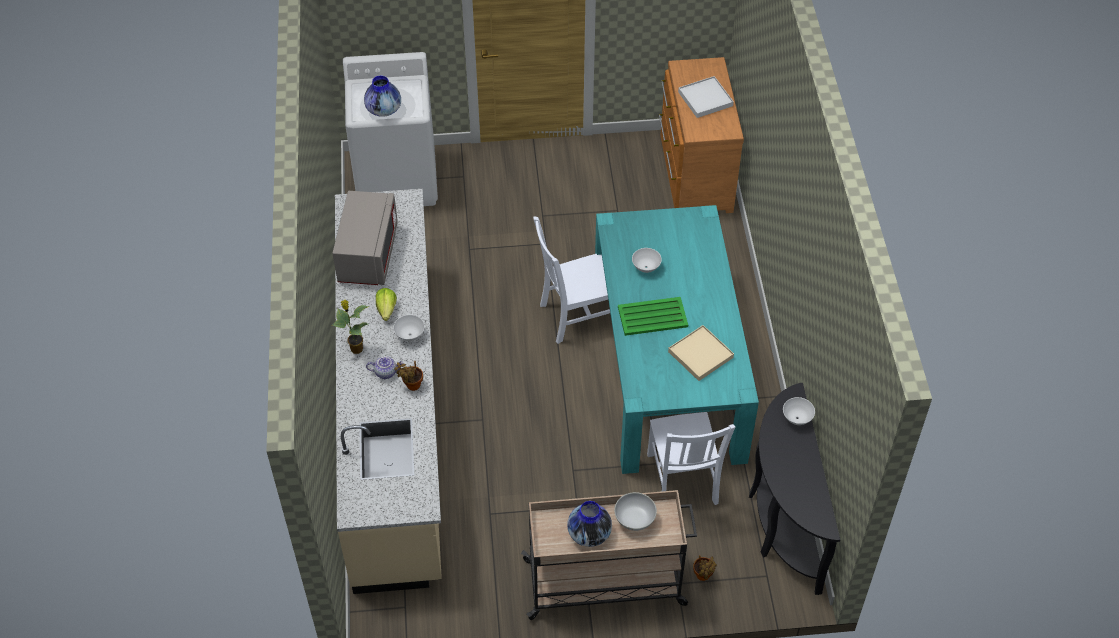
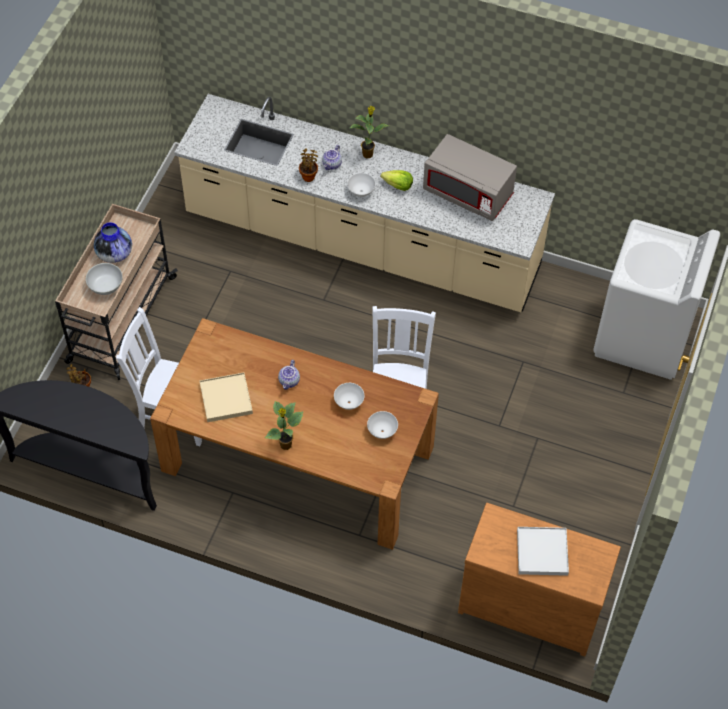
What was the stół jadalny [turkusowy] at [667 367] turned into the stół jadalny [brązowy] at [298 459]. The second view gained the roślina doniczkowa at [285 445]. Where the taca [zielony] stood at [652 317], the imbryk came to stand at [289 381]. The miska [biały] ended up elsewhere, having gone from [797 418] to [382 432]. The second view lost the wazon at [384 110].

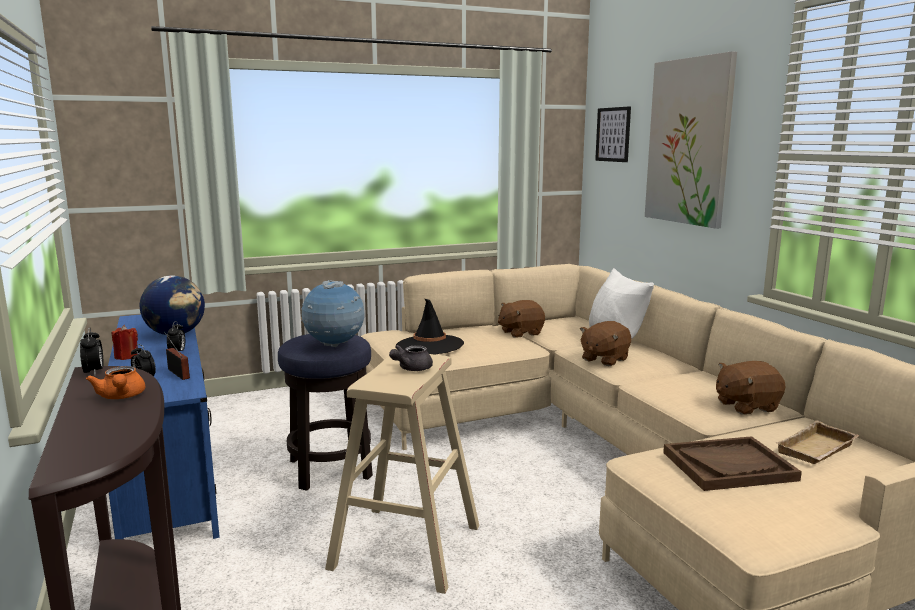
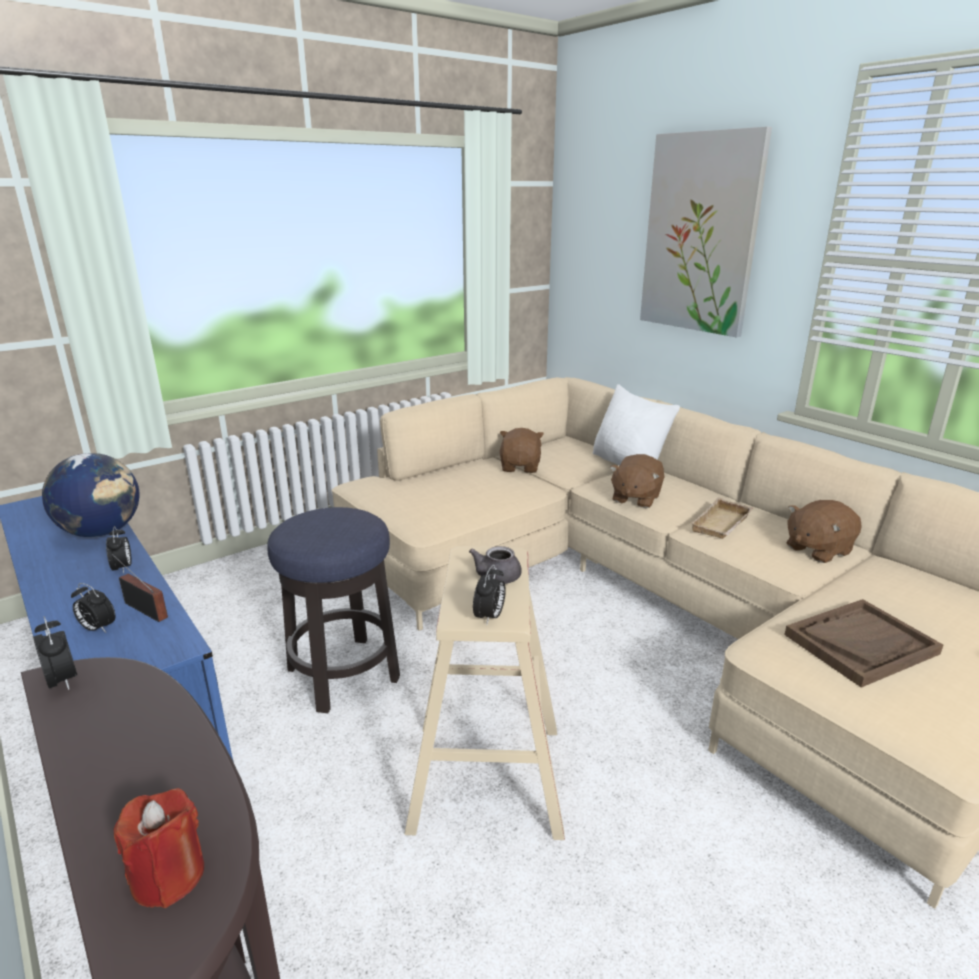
The świeca [czerwony] ended up elsewhere, having gone from [126 356] to [168 876]. The second view gained the budzik at [489 617]. The pluszak [brązowy] at [520 333] ended up facing another way, 135 degrees clockwise from before. The taca [beżowy] ended up elsewhere, having gone from [818 450] to [722 525]. The second view lost the imbryk [pomarańczowy] at [121 397]. The second view lost the globus at [334 346]. The second view lost the kapelusz [czarny] at [429 345]. The second view lost the obraz at [613 134].

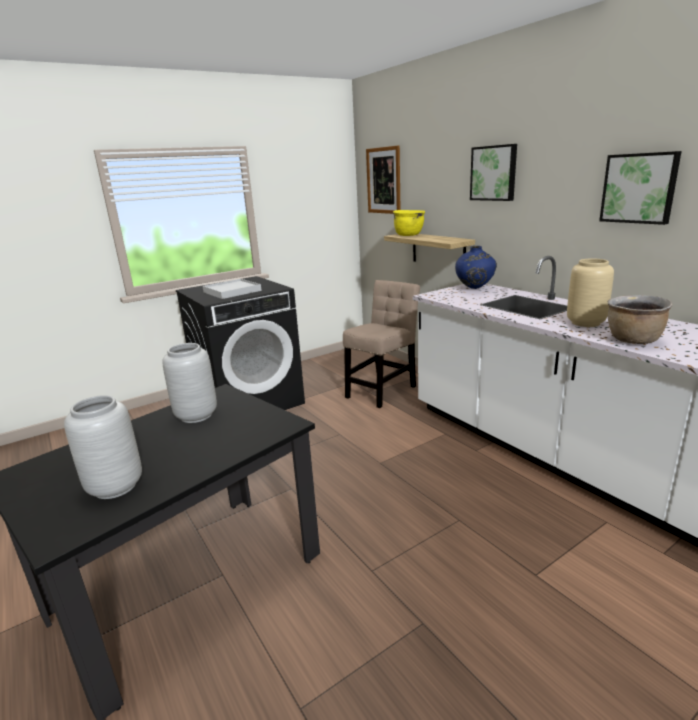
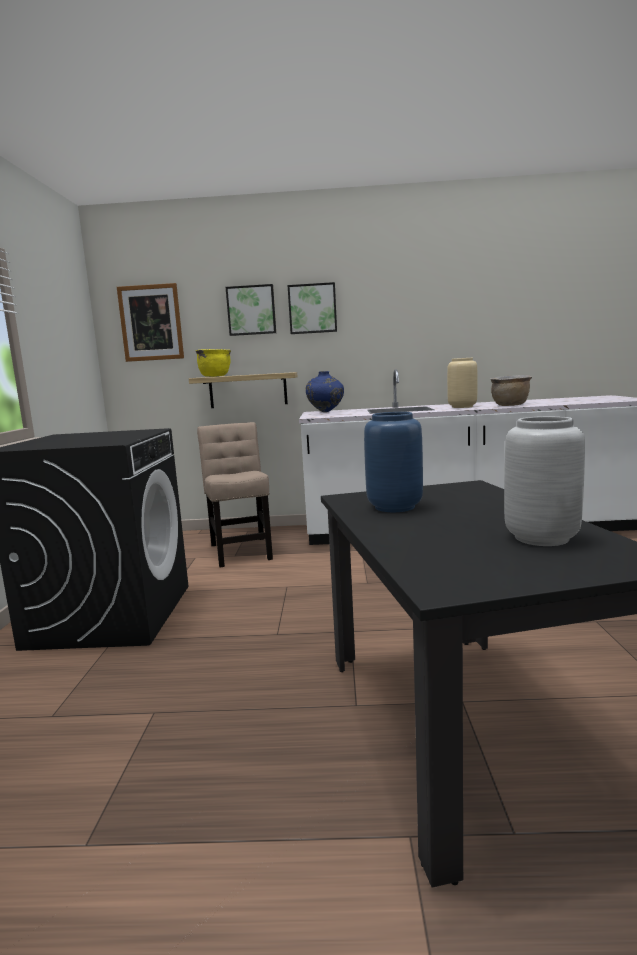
The obraz ended up elsewhere, having gone from [639 188] to [251 310]. What was the wazon [szary] at [197 415] turned into the wazon [niebieski] at [395 507]. The second view lost the taca [biały] at [232 291].

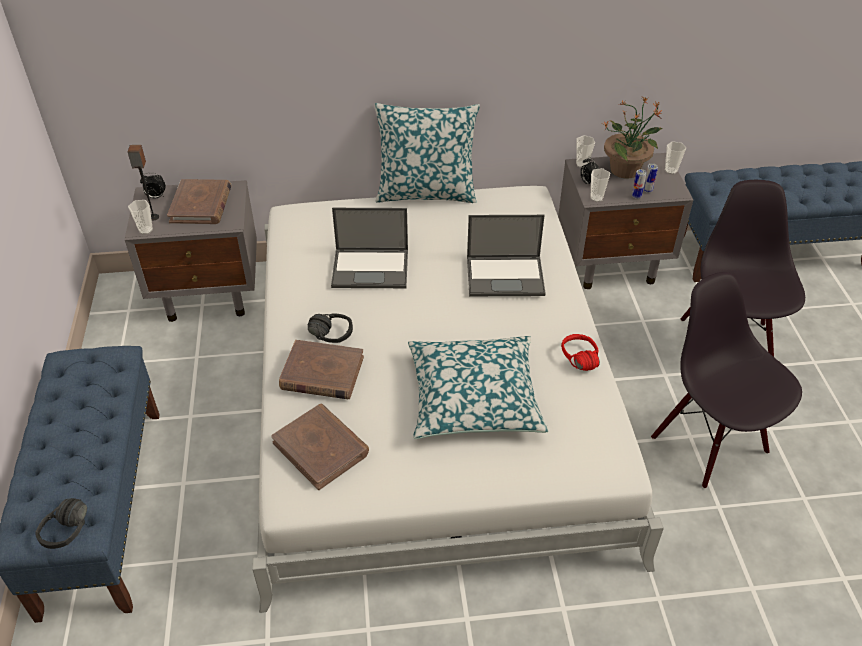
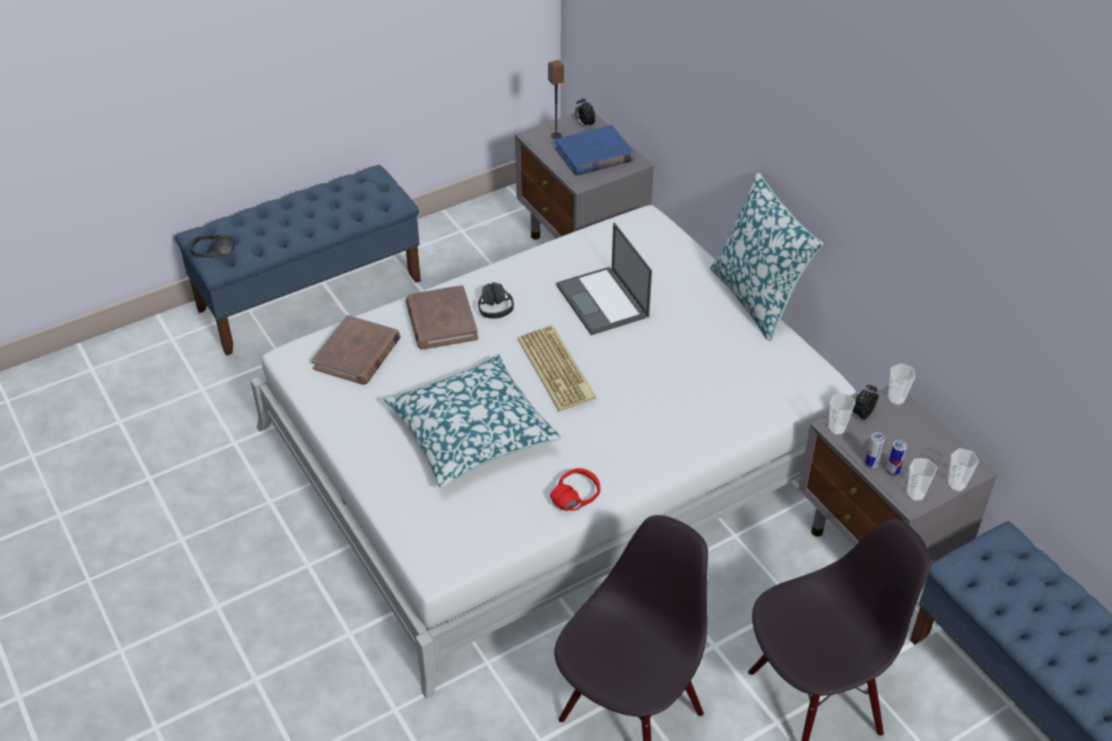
The second view gained the klawiatura at [558 369]. What was the książka [brązowy] at [201 205] turned into the książka [niebieski] at [594 154]. The filiżanka ended up elsewhere, having gone from [146 230] to [915 495]. The second view lost the laptop at [506 276]. The second view lost the roślina doniczkowa at [626 170].

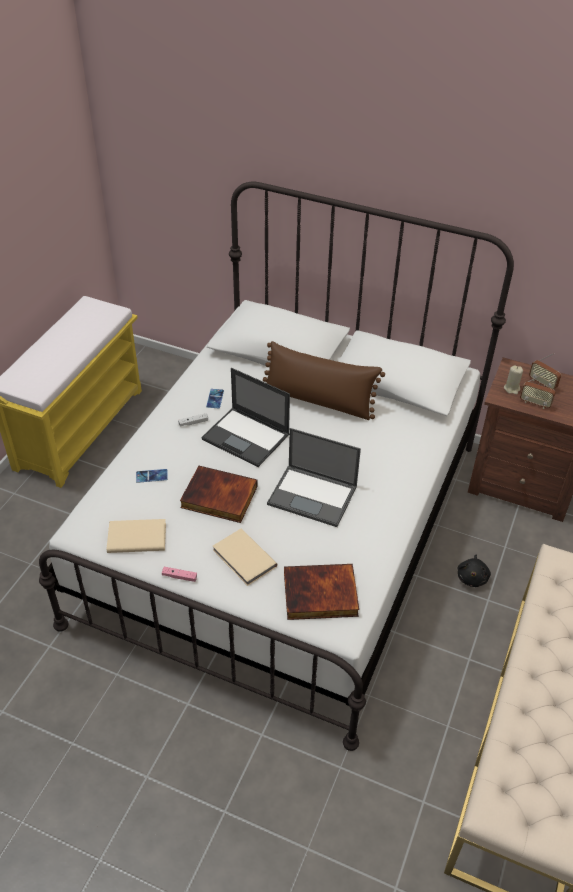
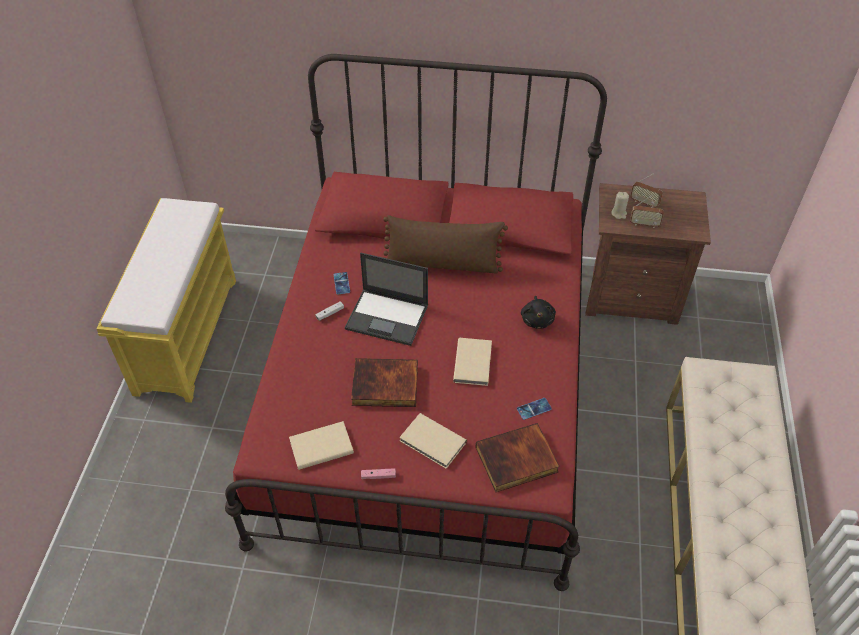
What was the łóżko [biały] at [285 529] turned into the łóżko [czerwony] at [429 392]. Where the laptop stood at [313 495], the książka [beżowy] came to stand at [474 362]. The telefon ended up elsewhere, having gone from [151 476] to [534 409]. The pluszak [czarny] ended up elsewhere, having gone from [472 577] to [537 319].

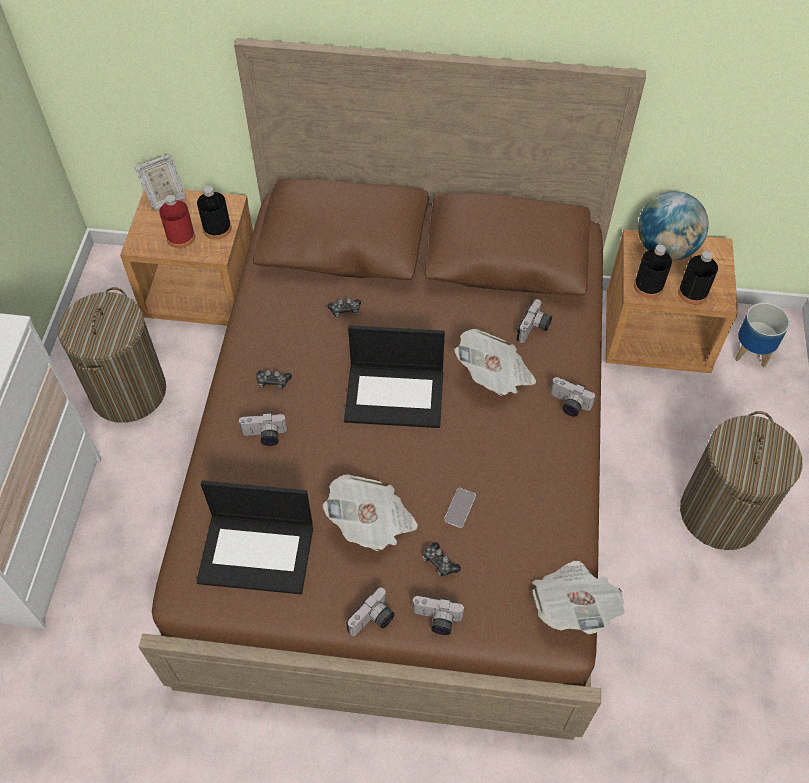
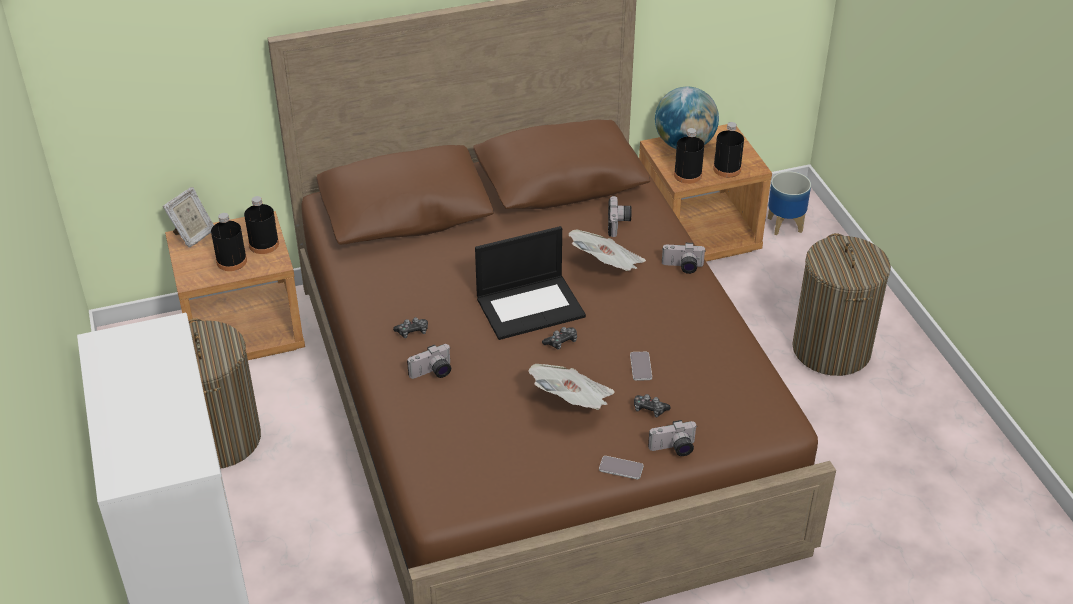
What was the butelka [czerwony] at [181 237] turned into the butelka [czarny] at [231 261]. The pad do gier ended up elsewhere, having gone from [345 310] to [561 342]. Where the aparat fotograficzny stood at [373 621], the telefon came to stand at [621 468]. The second view lost the laptop at [258 552]. The second view lost the gazeta at [573 605].

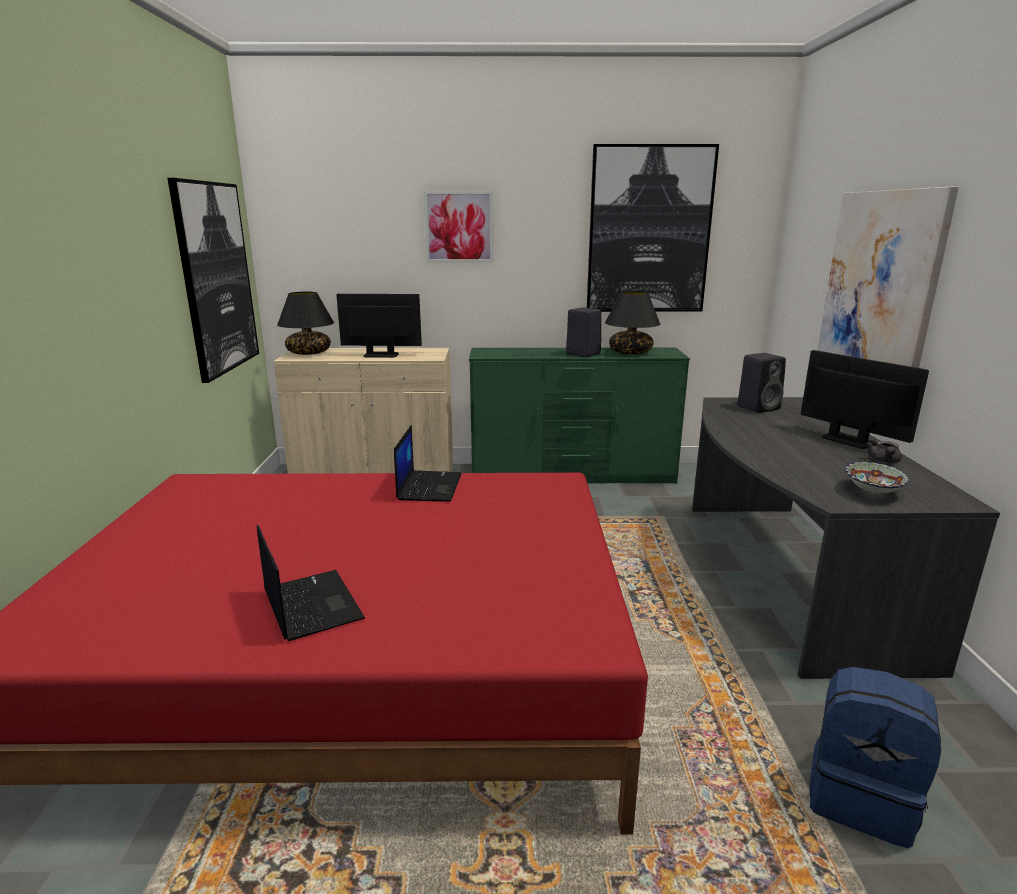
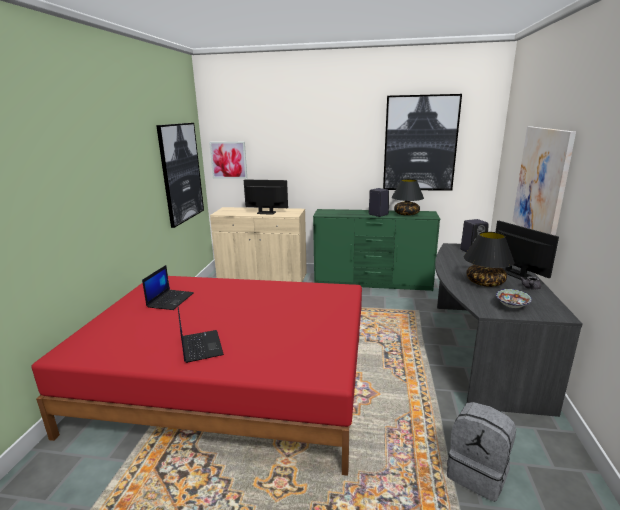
The laptop ended up elsewhere, having gone from [429 486] to [170 300]. The obraz ended up elsewhere, having gone from [459 227] to [228 160]. What was the plecak [niebieski] at [861 797] turned into the plecak [szary] at [478 473]. The lampa stołowa [czarny] ended up elsewhere, having gone from [308 353] to [484 282].

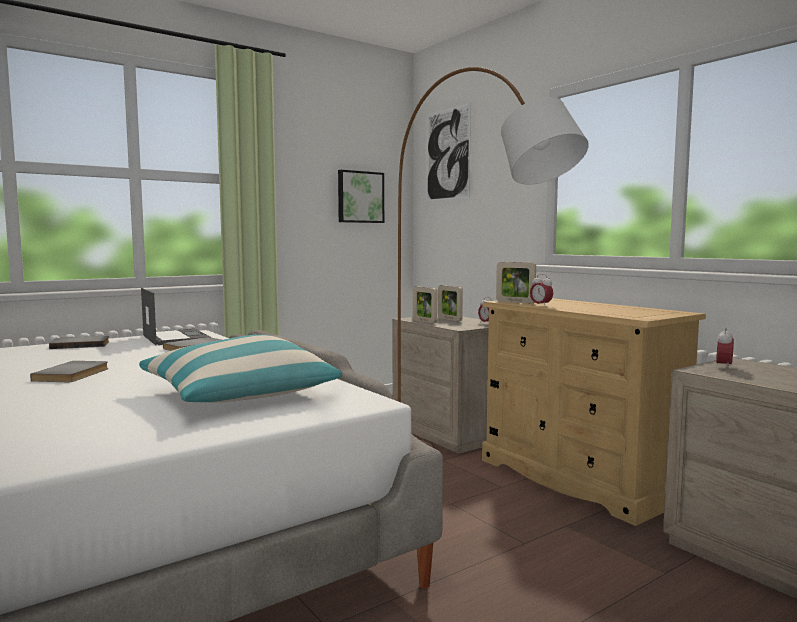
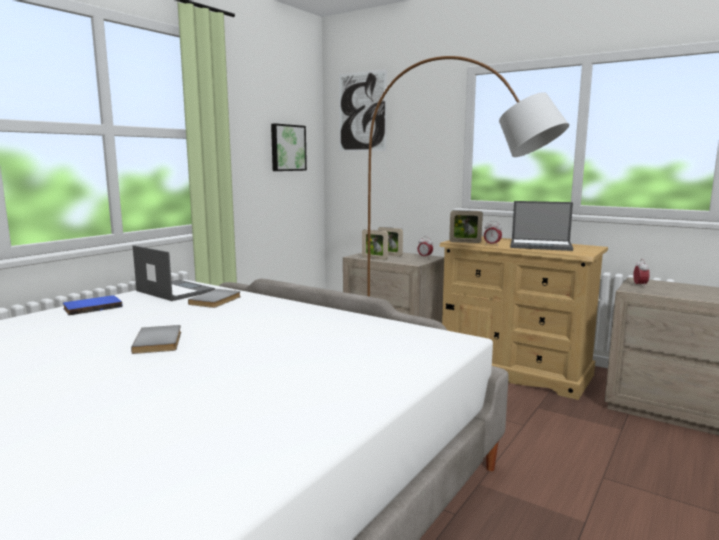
What was the książka [szary] at [81 345] turned into the książka [niebieski] at [92 307]. The second view gained the laptop at [541 245]. The second view lost the poduszka at [240 394].

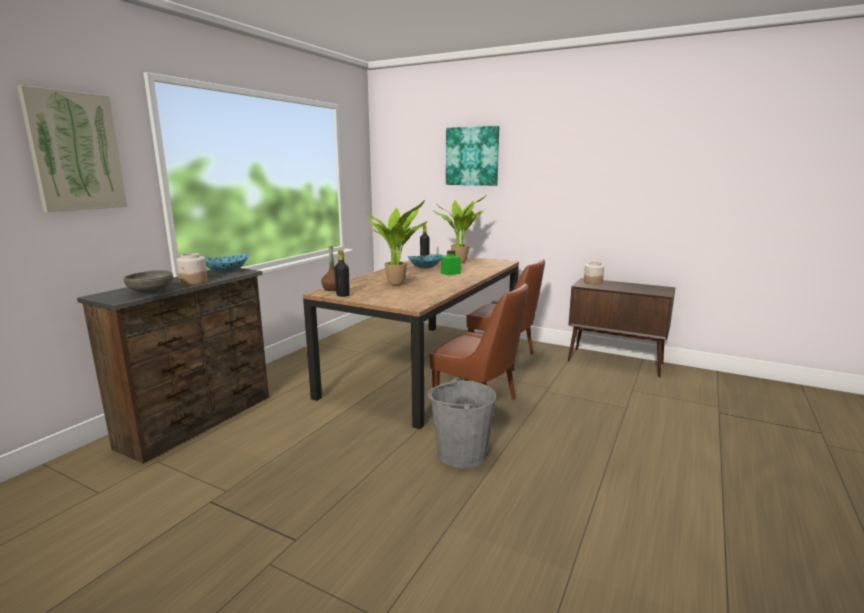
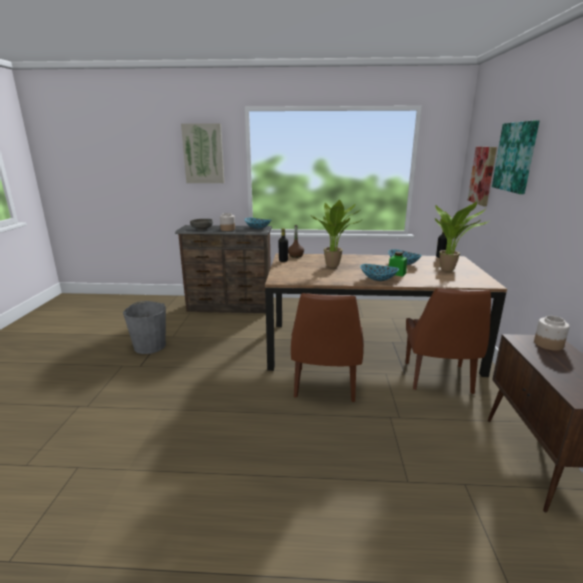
The wiadro [szary] ended up elsewhere, having gone from [461 453] to [150 346]. The second view gained the miska at [378 279]. The second view gained the obraz at [482 175].

